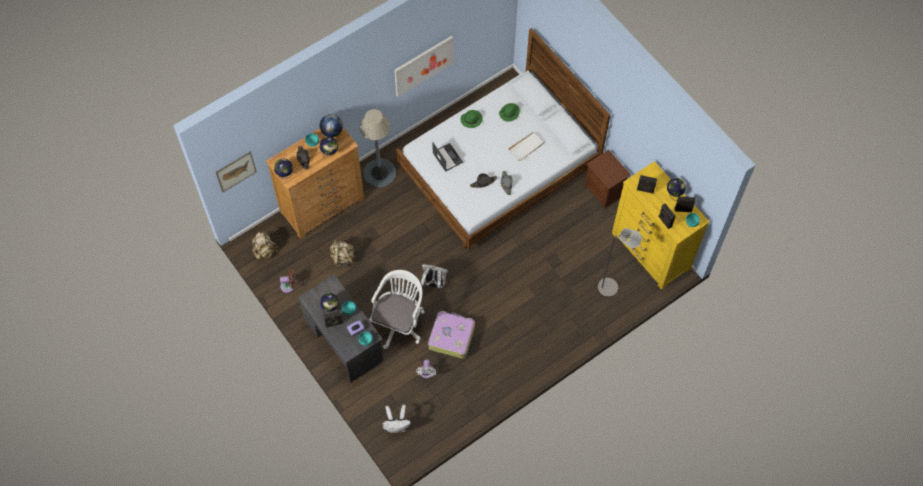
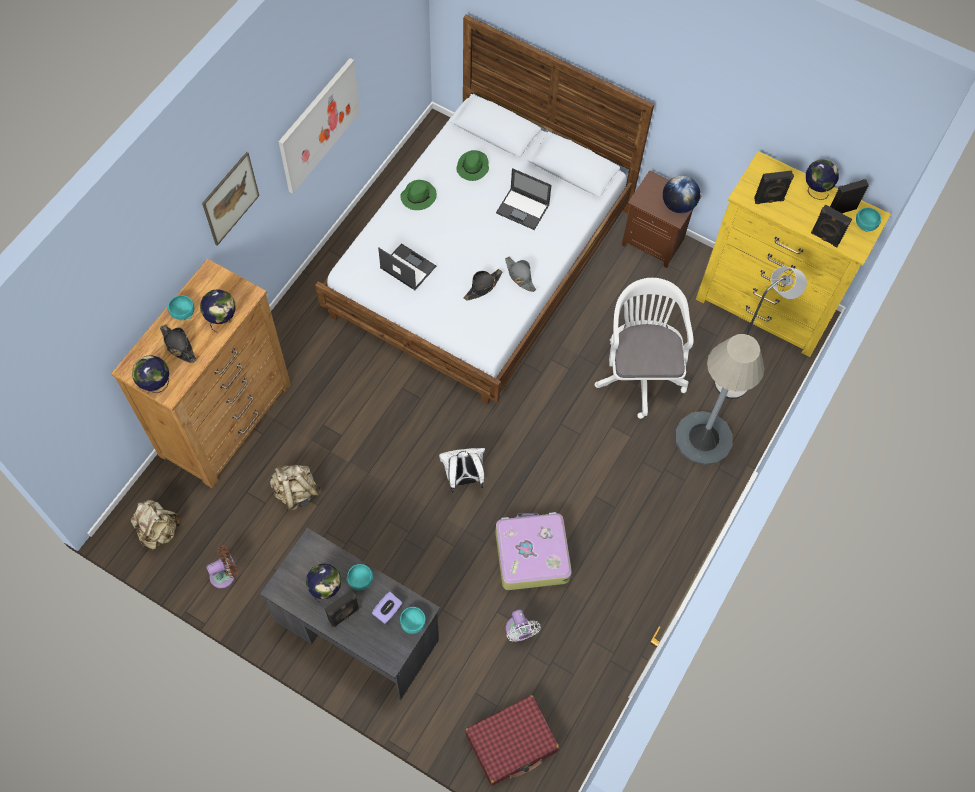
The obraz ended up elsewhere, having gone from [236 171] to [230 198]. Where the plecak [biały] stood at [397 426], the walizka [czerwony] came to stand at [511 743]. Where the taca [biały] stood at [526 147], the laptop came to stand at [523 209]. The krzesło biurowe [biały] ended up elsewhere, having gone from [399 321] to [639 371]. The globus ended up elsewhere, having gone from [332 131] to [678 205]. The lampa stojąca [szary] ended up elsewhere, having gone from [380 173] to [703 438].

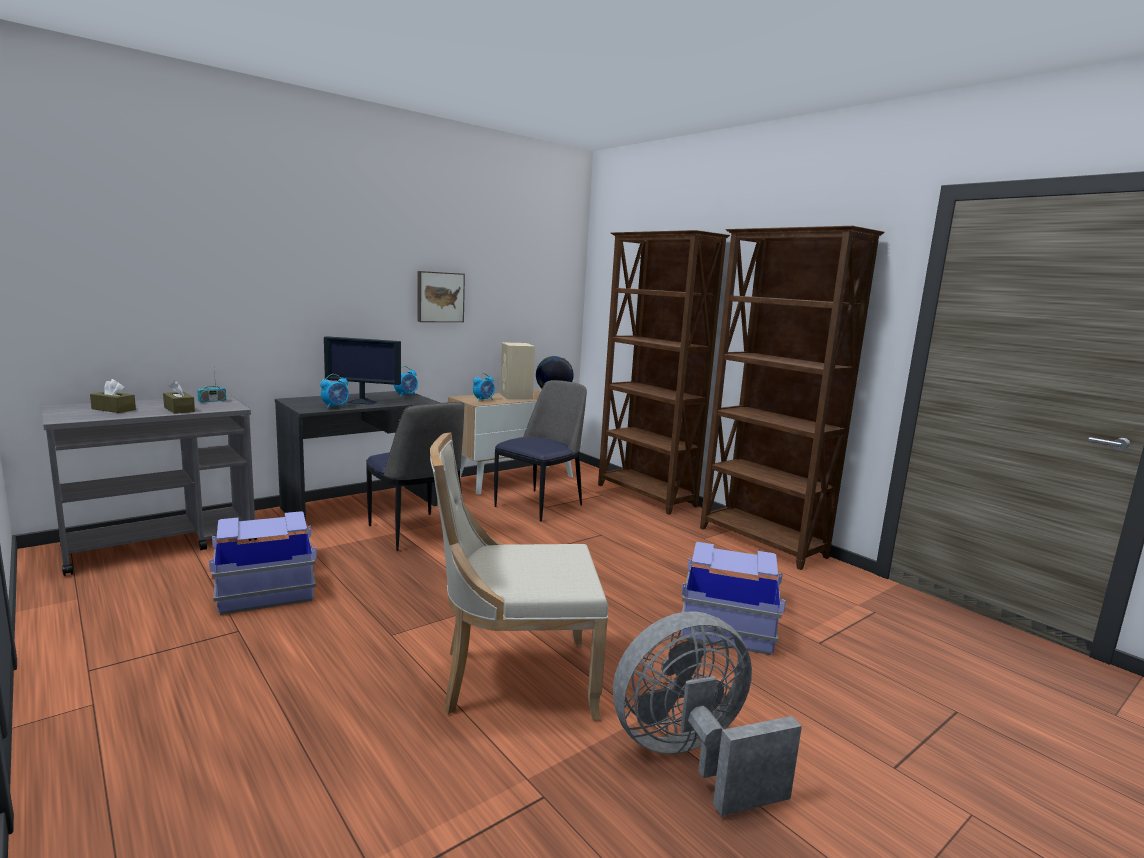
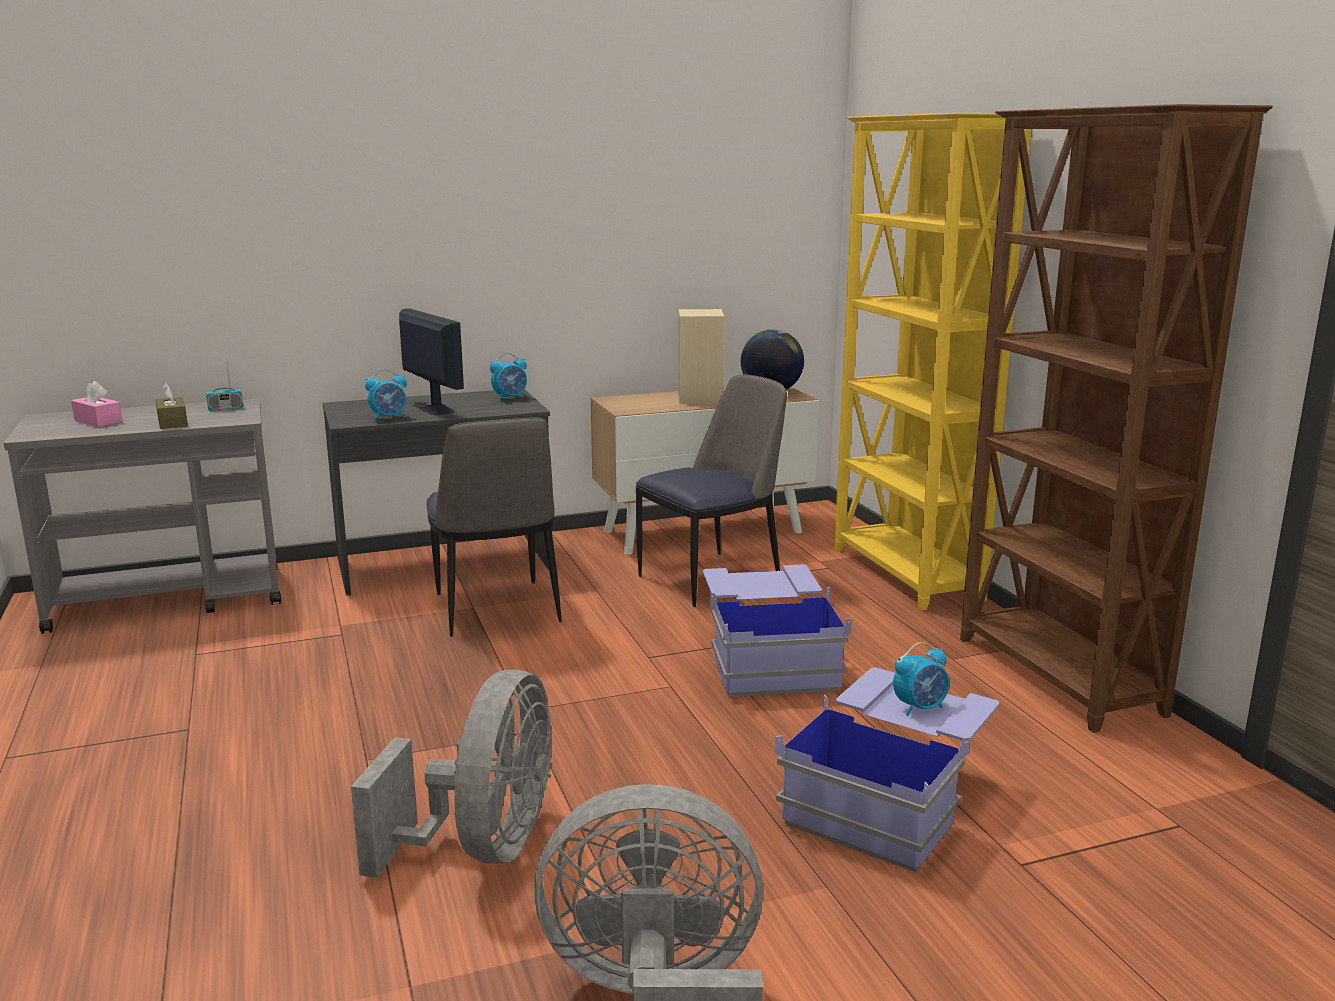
What was the pudełko chusteczek [brązowy] at [113 409] turned into the pudełko chusteczek [różowy] at [98 421]. Where the krzesło [beżowy] stood at [512 679], the wentylator [szary] came to stand at [484 847]. The monitor at [363 402] ended up facing another way, 150 degrees counterclockwise from before. The pojemnik do przechowywania [niebieski] ended up elsewhere, having gone from [265 582] to [768 658]. What was the regał [brązowy] at [646 496] turned into the regał [żółty] at [905 574]. The budzik ended up elsewhere, having gone from [484 400] to [920 708]. The second view lost the obraz at [439 297].

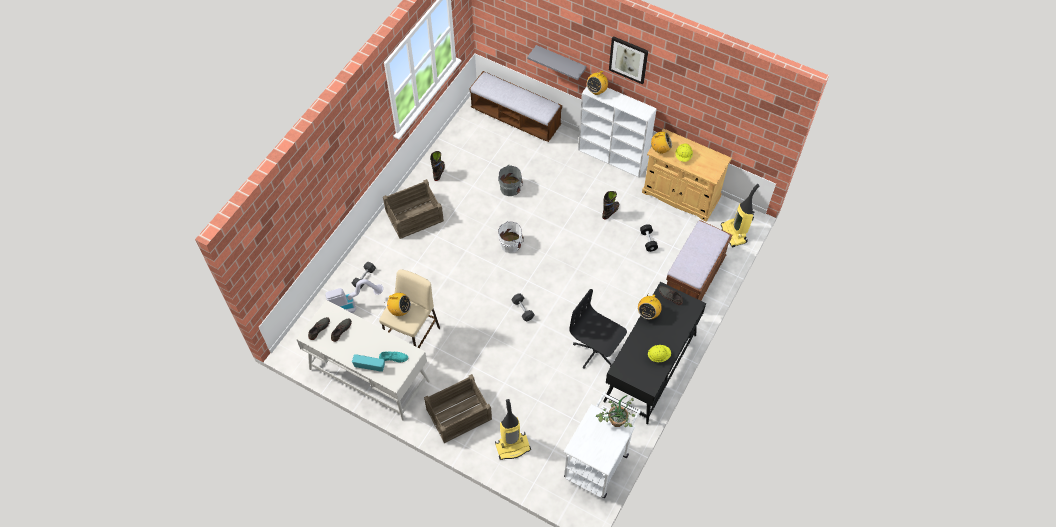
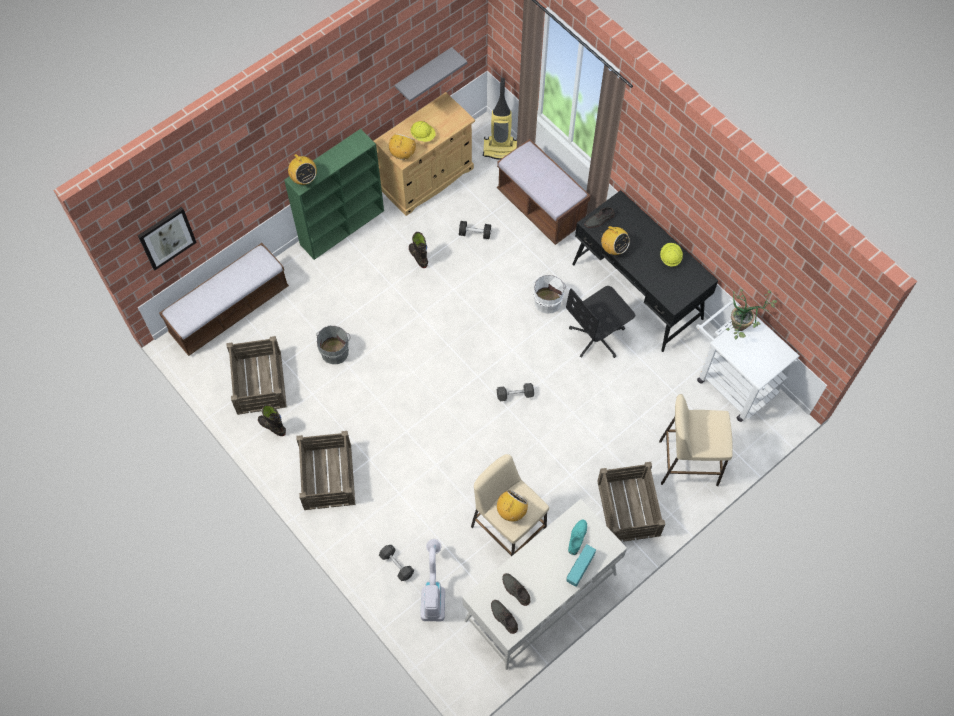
The obraz ended up elsewhere, having gone from [628 59] to [166 237]. The second view gained the skrzynka at [258 383]. What was the regał [biały] at [613 157] turned into the regał [zielony] at [343 227]. The półka [szary] ended up elsewhere, having gone from [561 62] to [423 73]. The wiadro [biały] ended up elsewhere, having gone from [511 243] to [548 300]. Where the odkurzacz stood at [512 446], the stołek [beżowy] came to stand at [687 463].

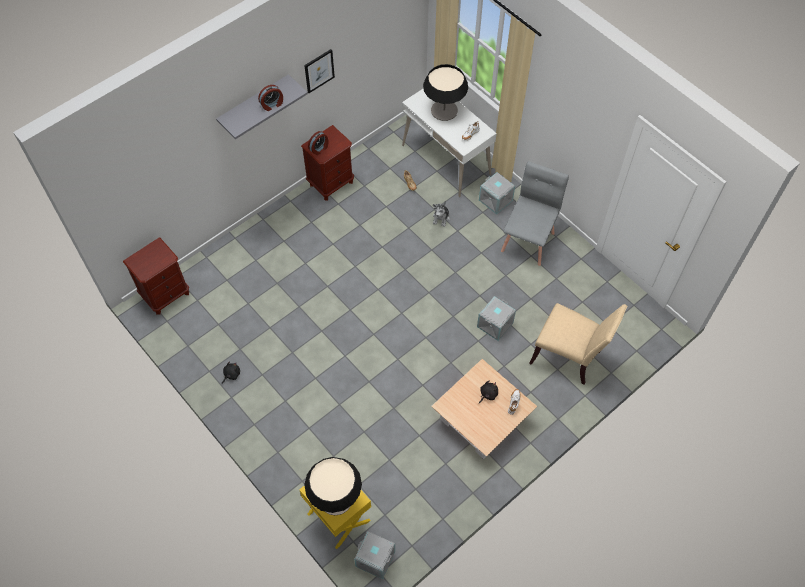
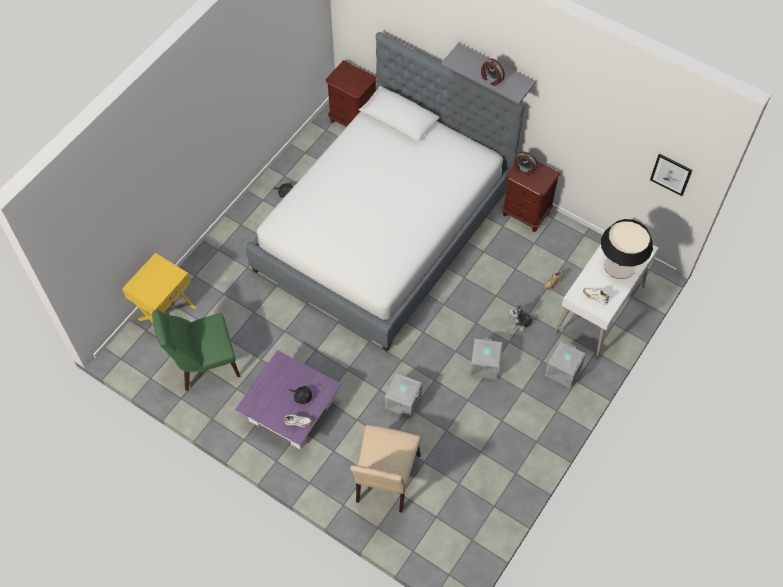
The second view gained the krzesło [zielony] at [204 365]. What was the ława [beżowy] at [481 419] turned into the ława [fioletowy] at [291 411]. The second view gained the łóżko at [384 230]. The pojemnik do przechowywania [szary] ended up elsewhere, having gone from [376 558] to [485 365]. The obraz ended up elsewhere, having gone from [319 70] to [671 174]. The second view lost the lampa stołowa at [335 498]. The second view lost the krzesło [szary] at [528 241].

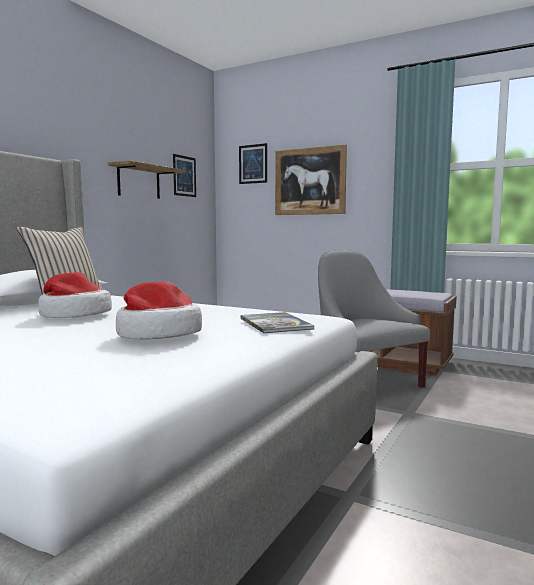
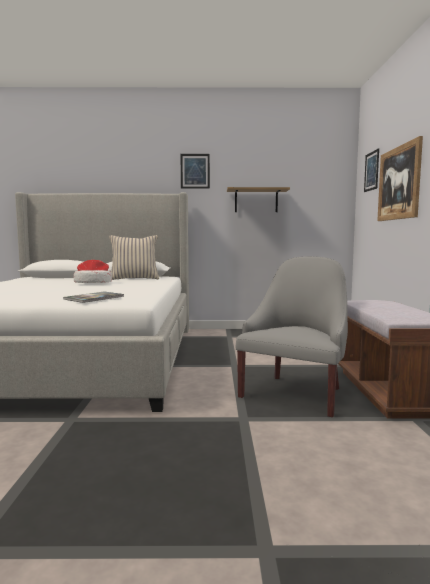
The obraz ended up elsewhere, having gone from [184 176] to [195 171]. The second view lost the kapelusz at [158 334].

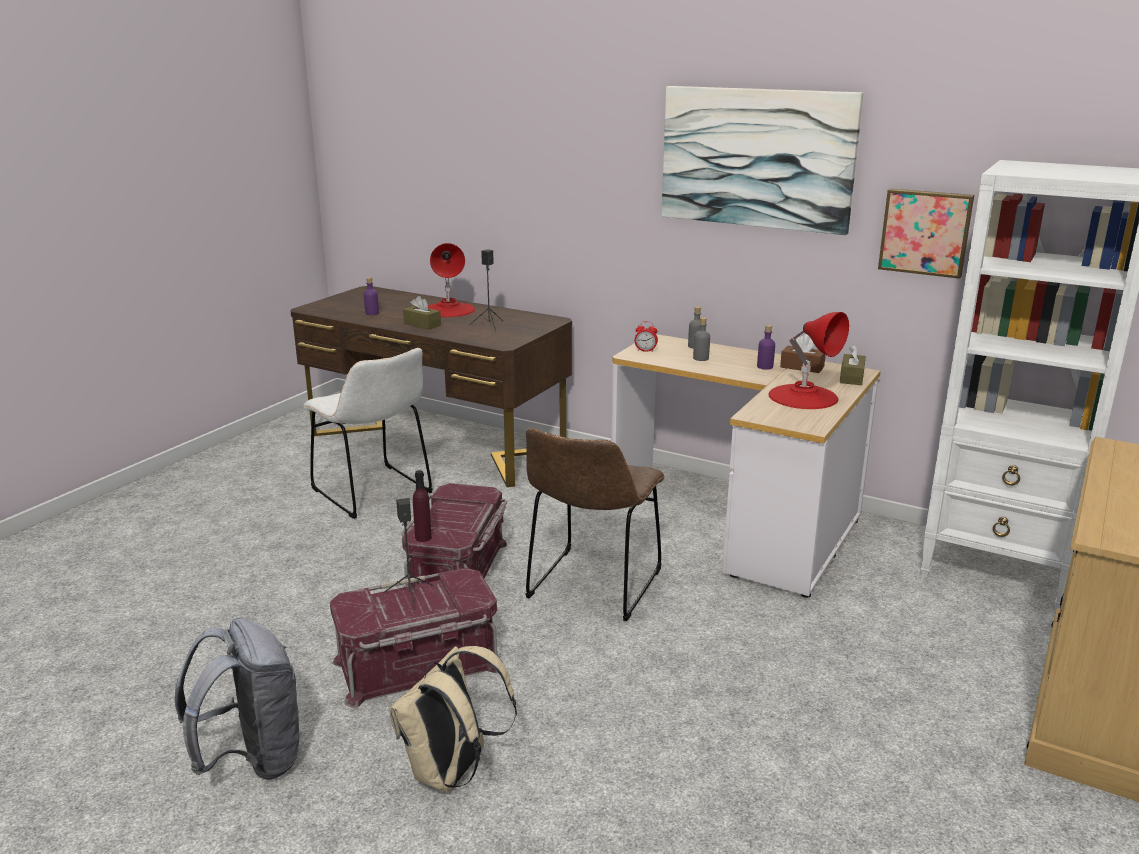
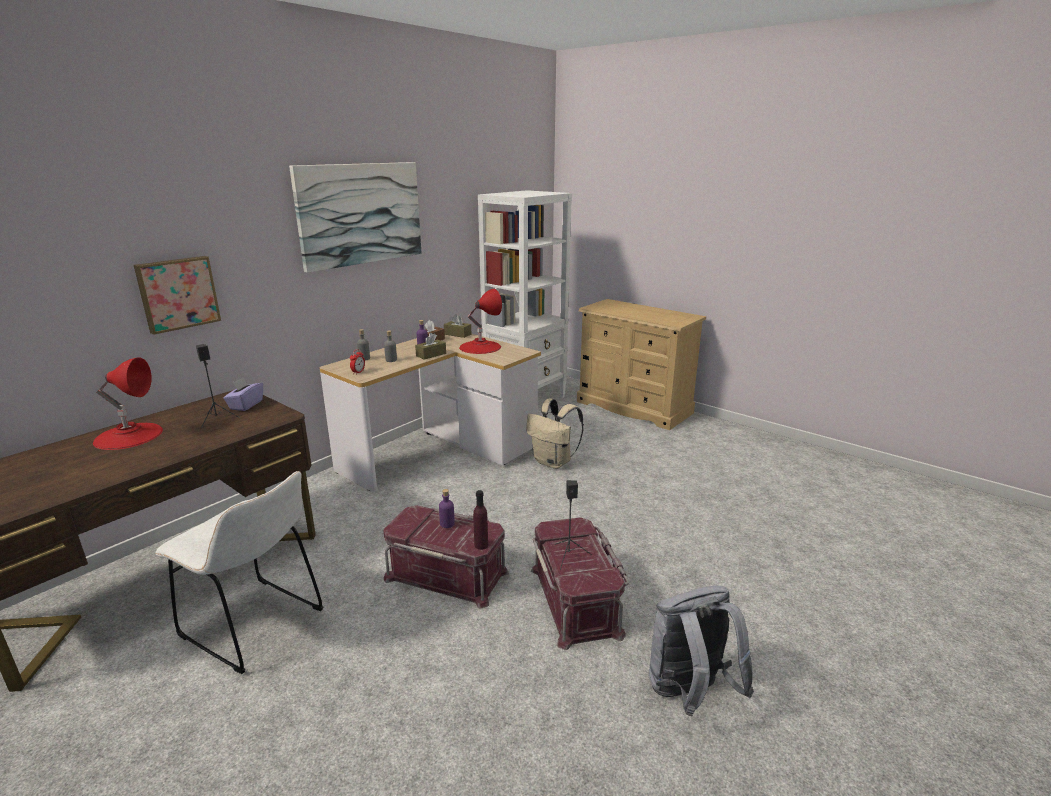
The obraz ended up elsewhere, having gone from [925 232] to [178 293]. The krzesło [biały] at [375 493] ended up facing another way, 60 degrees clockwise from before. The second view gained the pudełko chusteczek [fioletowy] at [246 405]. The pudełko chusteczek [brązowy] ended up elsewhere, having gone from [422 324] to [431 355]. The butelka [fioletowy] ended up elsewhere, having gone from [372 313] to [447 524]. The plecak [beżowy] ended up elsewhere, having gone from [452 773] to [554 462]. The second view lost the krzesło [brązowy] at [592 588].

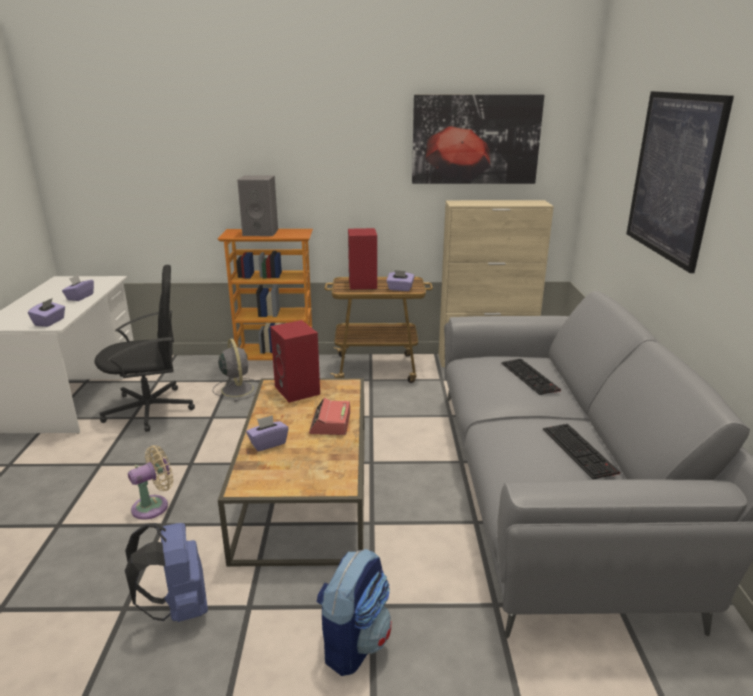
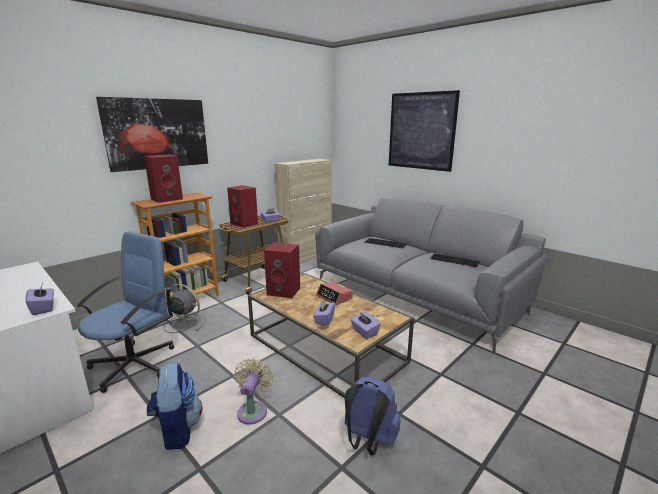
What was the krzesło biurowe [czarny] at [151 409] turned into the krzesło biurowe [niebieski] at [134 364]. The obraz ended up elsewhere, having gone from [475 140] to [157 133]. What was the głośnik [szary] at [261 232] turned into the głośnik [czerwony] at [167 199]. The plecak ended up elsewhere, having gone from [354 642] to [177 429]. The pudełko chusteczek [fioletowy] ended up elsewhere, having gone from [80 297] to [364 332].

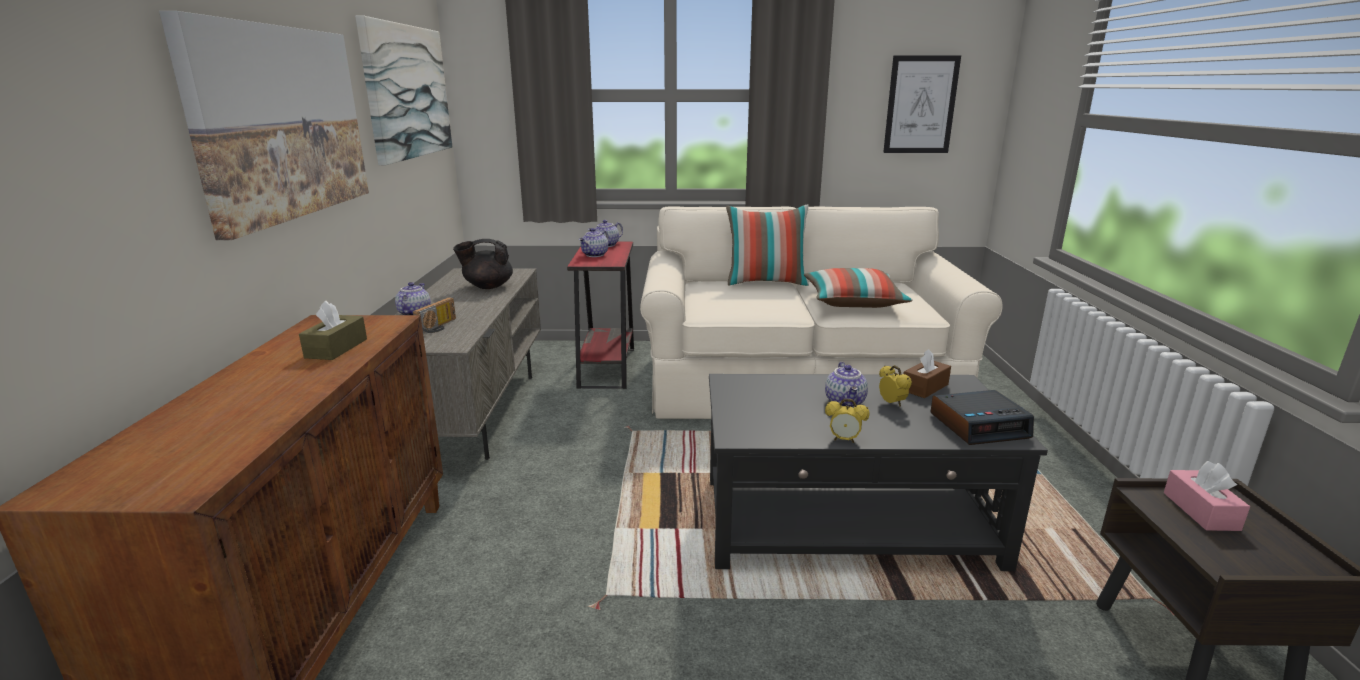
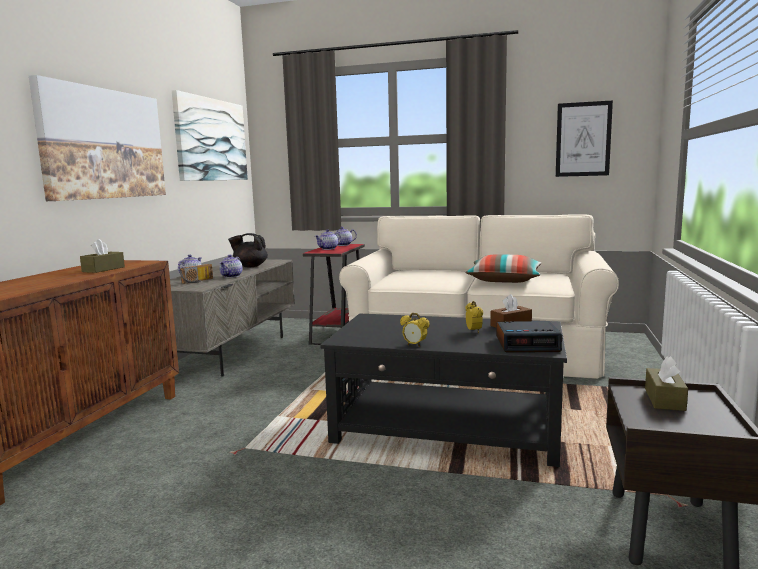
The imbryk ended up elsewhere, having gone from [846 402] to [232 276]. What was the pudełko chusteczek [różowy] at [1200 511] turned into the pudełko chusteczek [brązowy] at [664 399]. The second view lost the poduszka at [766 283].

